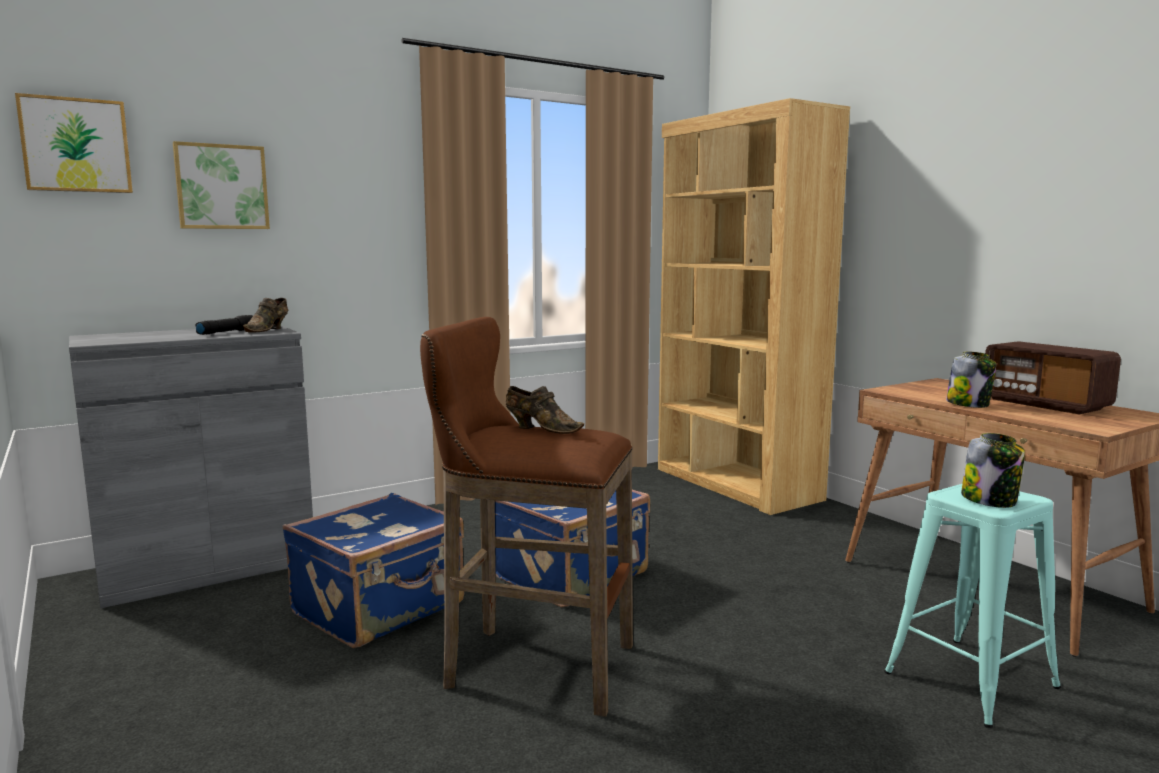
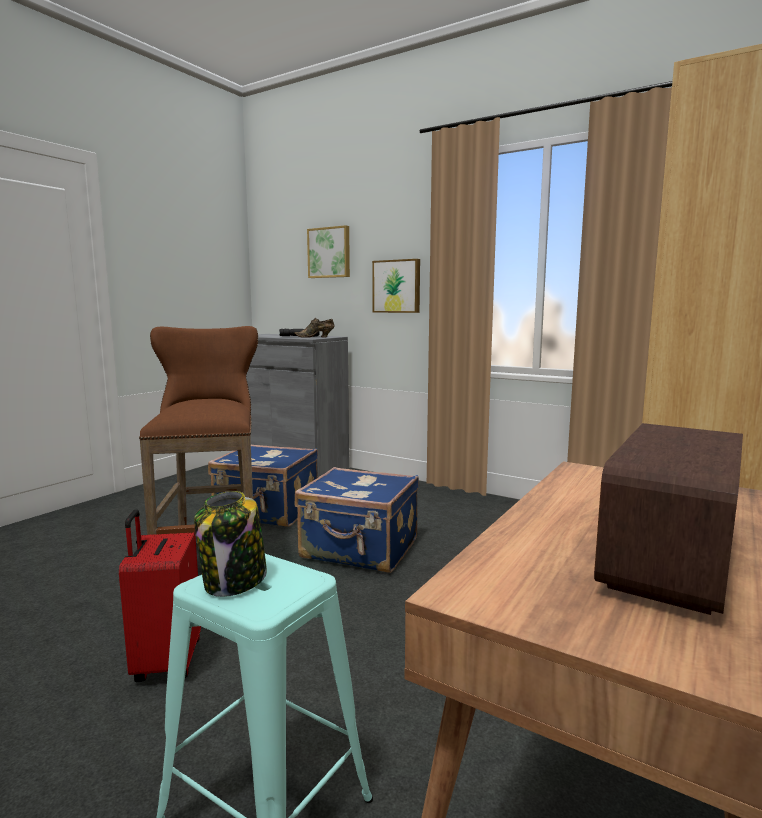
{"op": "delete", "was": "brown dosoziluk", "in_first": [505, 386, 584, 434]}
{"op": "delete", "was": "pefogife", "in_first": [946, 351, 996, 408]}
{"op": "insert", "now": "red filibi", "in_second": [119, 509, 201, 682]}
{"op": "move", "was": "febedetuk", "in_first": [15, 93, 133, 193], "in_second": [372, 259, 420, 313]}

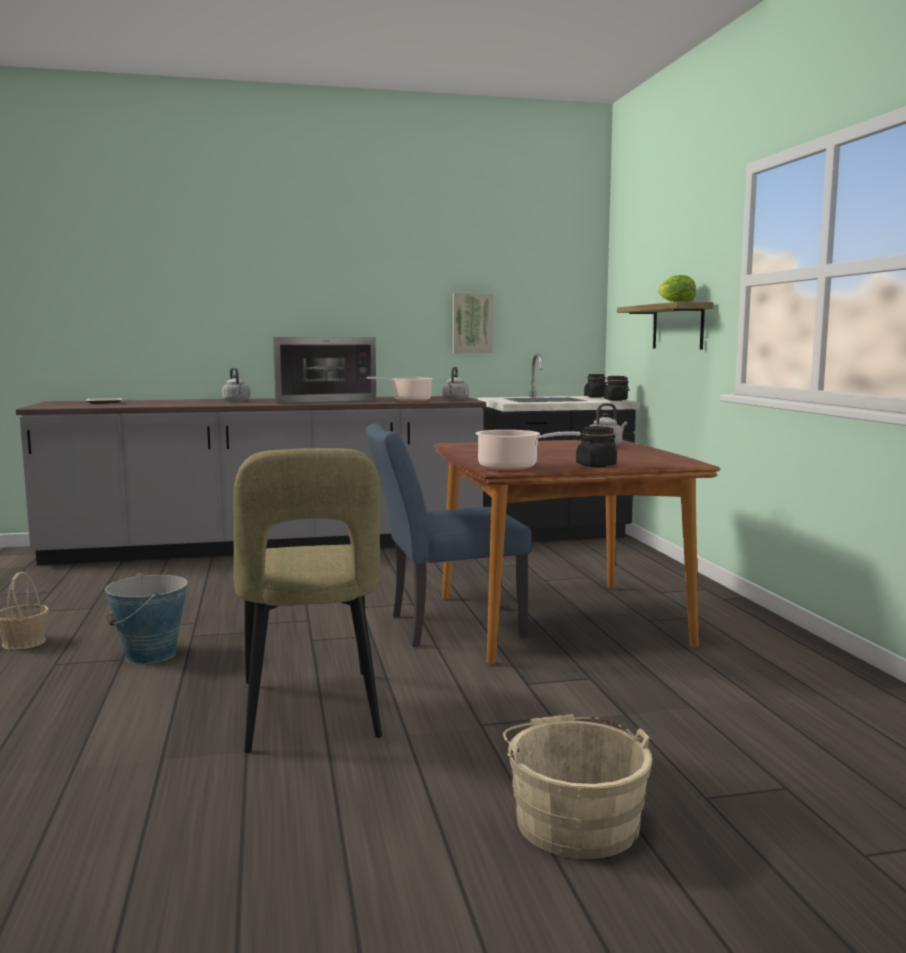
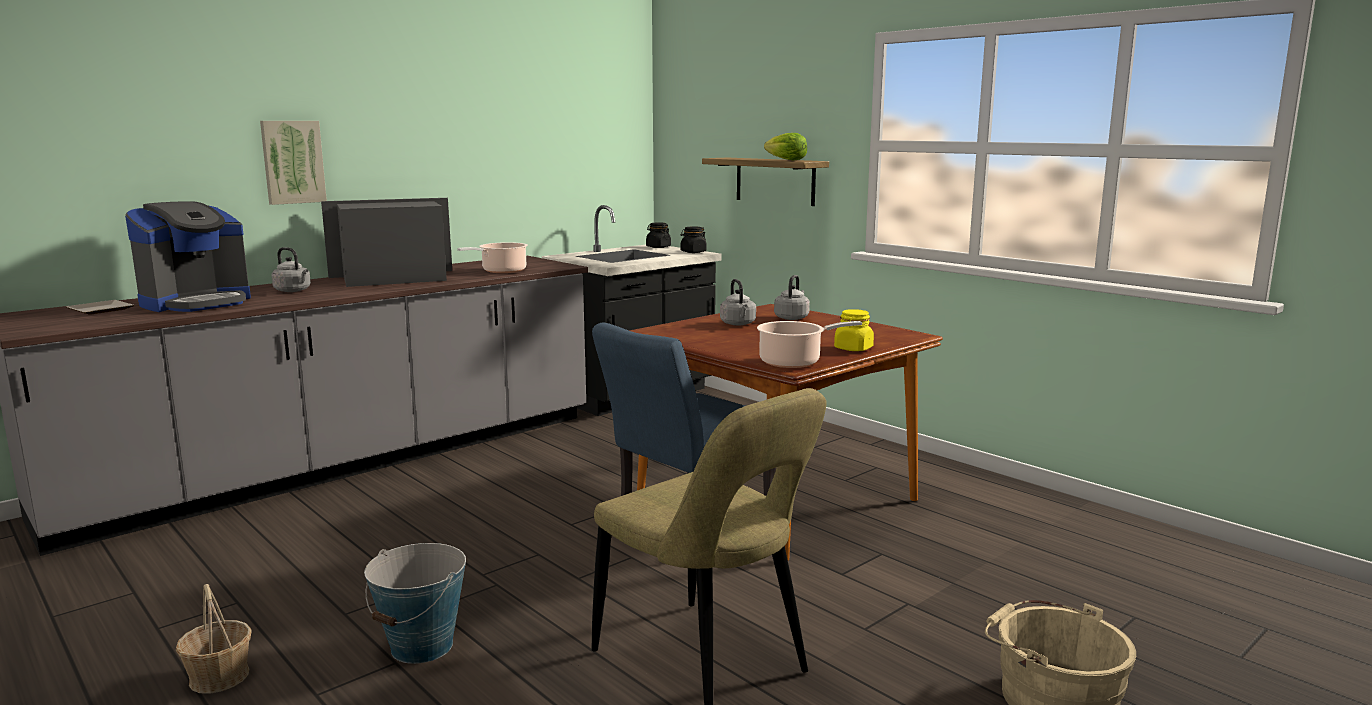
{"op": "insert", "now": "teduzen", "in_second": [125, 201, 251, 312]}
{"op": "move", "was": "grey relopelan", "in_first": [443, 367, 469, 400], "in_second": [720, 279, 756, 325]}
{"op": "move", "was": "febedetuk", "in_first": [453, 293, 493, 353], "in_second": [260, 121, 327, 205]}
{"op": "recolor", "was": "black pefogife", "now": "yellow pefogife", "in_first": [576, 426, 617, 467], "in_second": [834, 309, 874, 351]}
{"op": "rotate", "was": "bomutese", "in_first": [273, 337, 376, 403], "in_second": [321, 198, 452, 287], "clockwise": -150}

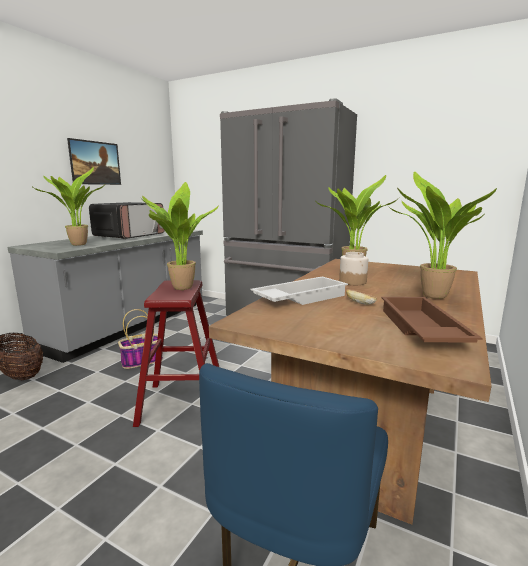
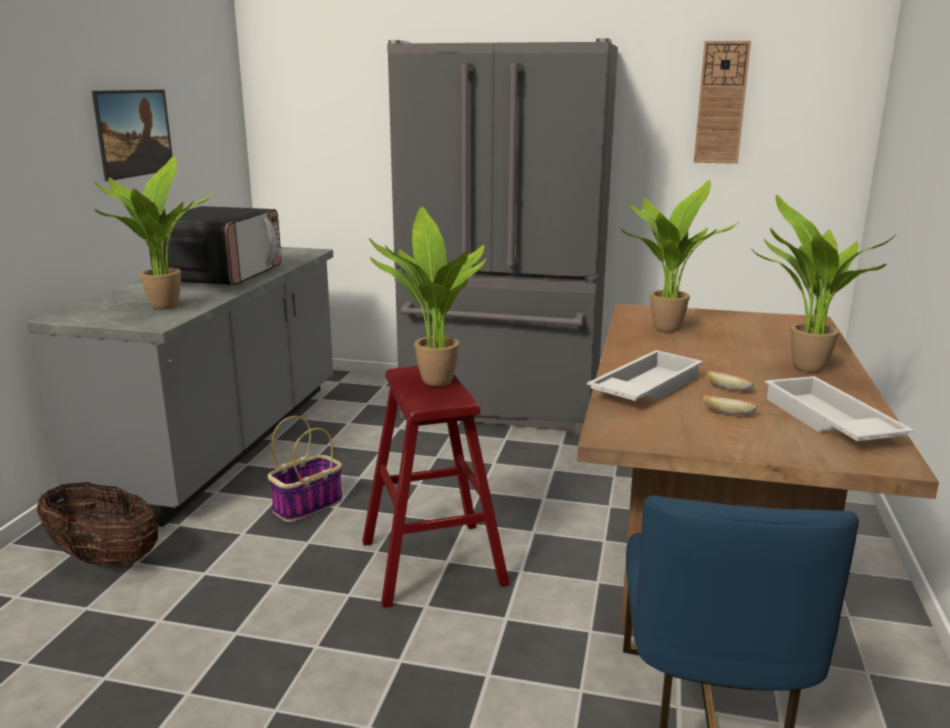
{"op": "delete", "was": "pefogife", "in_first": [339, 252, 368, 285]}
{"op": "insert", "now": "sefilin", "in_second": [694, 41, 751, 164]}
{"op": "insert", "now": "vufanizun", "in_second": [703, 395, 758, 415]}
{"op": "recolor", "was": "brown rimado", "now": "white rimado", "in_first": [381, 297, 483, 343], "in_second": [765, 376, 914, 441]}

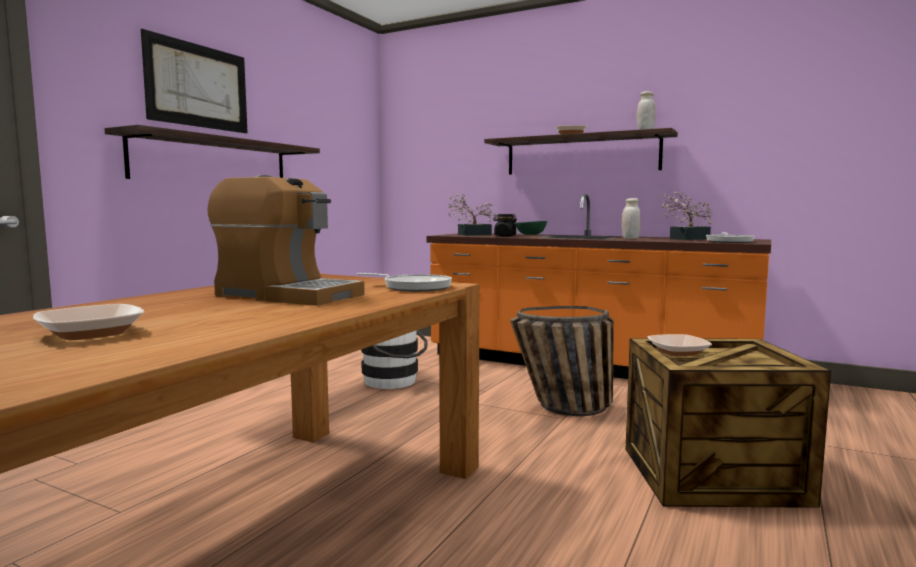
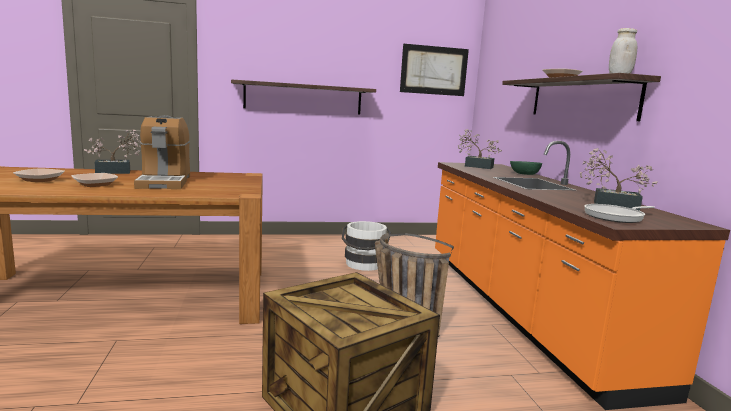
{"op": "delete", "was": "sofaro", "in_first": [357, 273, 452, 291]}
{"op": "delete", "was": "black pefogife", "in_first": [493, 214, 517, 236]}
{"op": "delete", "was": "white pefogife", "in_first": [622, 198, 641, 239]}
{"op": "insert", "now": "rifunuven", "in_second": [84, 129, 141, 174]}
{"op": "move", "was": "febedetuk", "in_first": [141, 29, 248, 133], "in_second": [400, 44, 469, 96]}
{"op": "move", "was": "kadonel", "in_first": [648, 334, 712, 356], "in_second": [71, 173, 118, 187]}

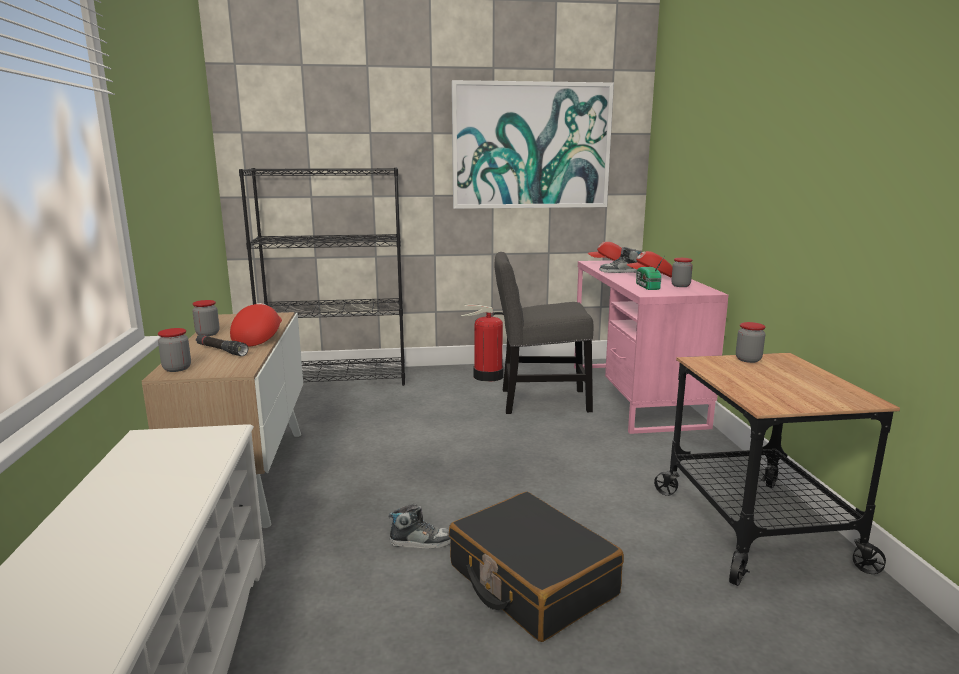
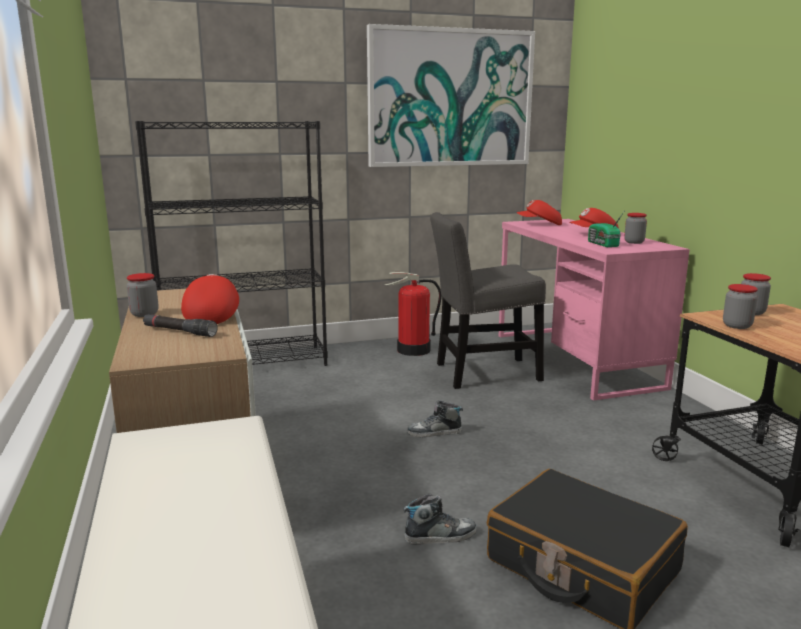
{"op": "move", "was": "pefogife", "in_first": [158, 328, 191, 372], "in_second": [723, 284, 758, 329]}
{"op": "move", "was": "dosoziluk", "in_first": [600, 247, 642, 273], "in_second": [407, 400, 463, 437]}

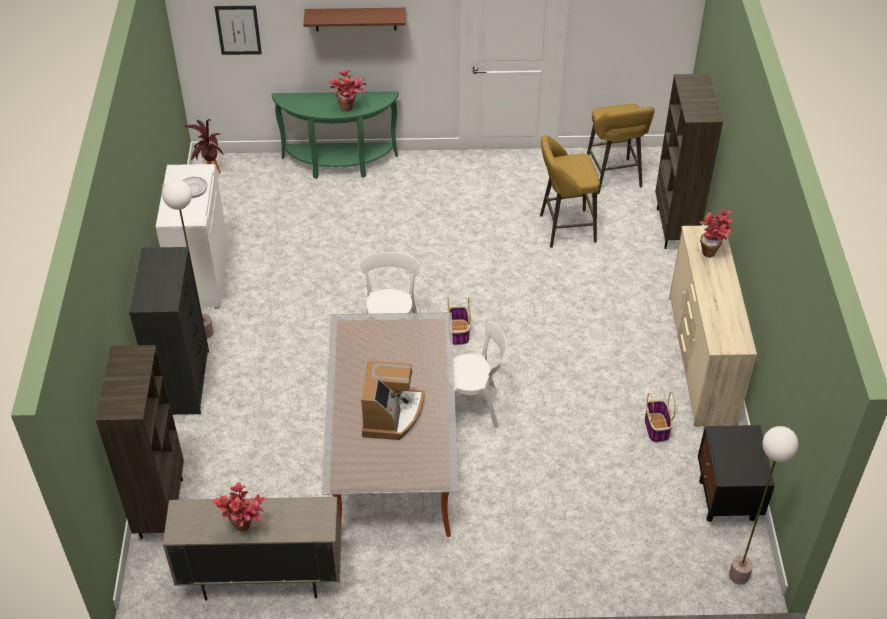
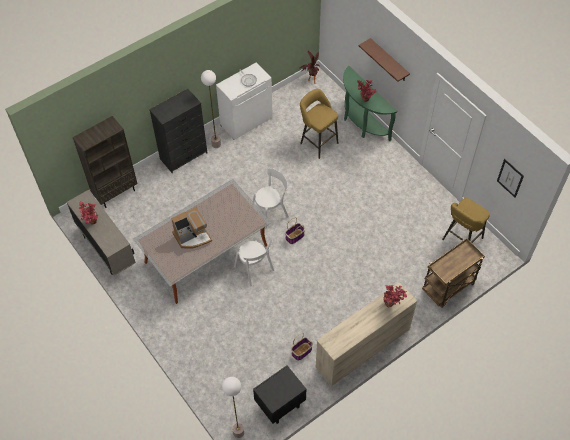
{"op": "move", "was": "febedetuk", "in_first": [214, 6, 262, 55], "in_second": [497, 159, 524, 198]}
{"op": "move", "was": "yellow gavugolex", "in_first": [540, 135, 600, 248], "in_second": [300, 89, 338, 159]}
{"op": "replace", "was": "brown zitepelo", "now": "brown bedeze", "in_first": [655, 74, 723, 249], "in_second": [422, 238, 485, 308]}

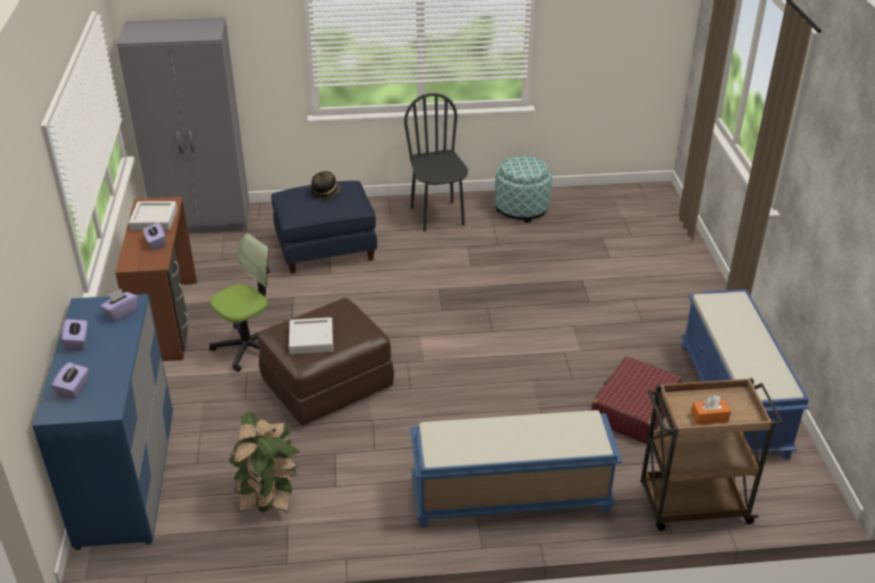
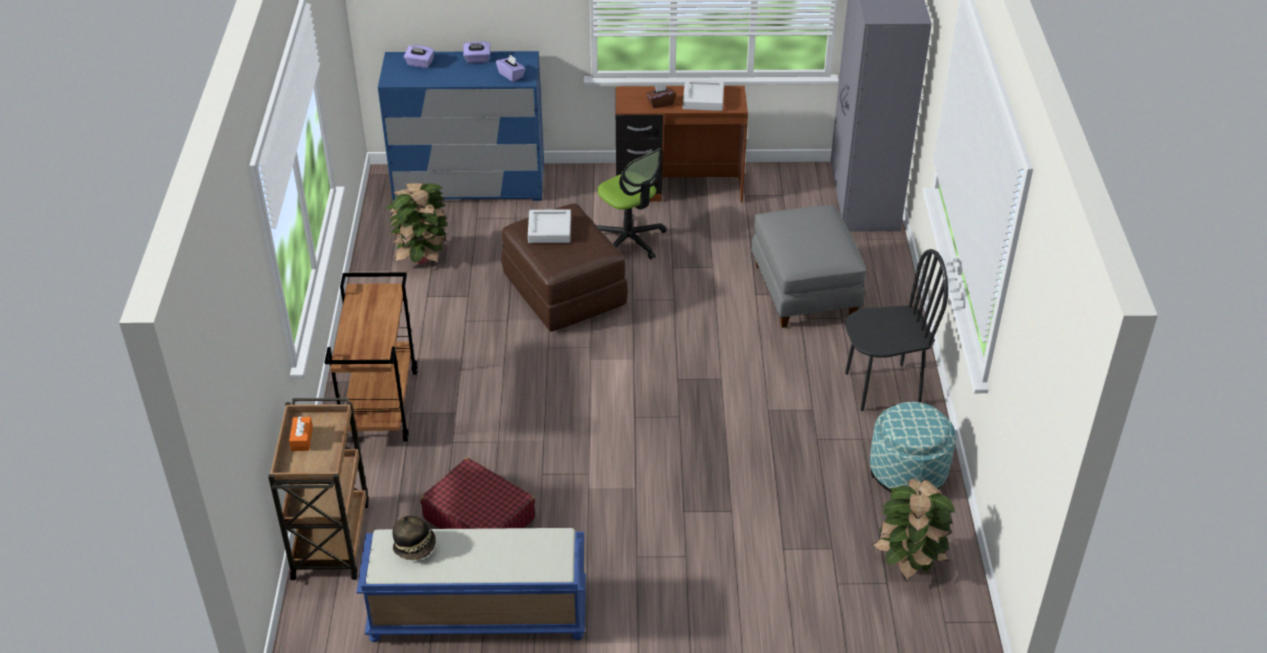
{"op": "insert", "now": "rifunuven", "in_second": [872, 479, 955, 581]}
{"op": "move", "was": "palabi", "in_first": [311, 171, 340, 200], "in_second": [393, 516, 436, 560]}
{"op": "replace", "was": "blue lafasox", "now": "brown bedeze", "in_first": [411, 410, 622, 527], "in_second": [324, 273, 418, 442]}
{"op": "recolor", "was": "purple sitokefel", "now": "brown sitokefel", "in_first": [143, 222, 166, 250], "in_second": [646, 83, 676, 108]}
{"op": "recolor", "was": "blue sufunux", "now": "grey sufunux", "in_first": [271, 181, 377, 274], "in_second": [752, 205, 866, 328]}

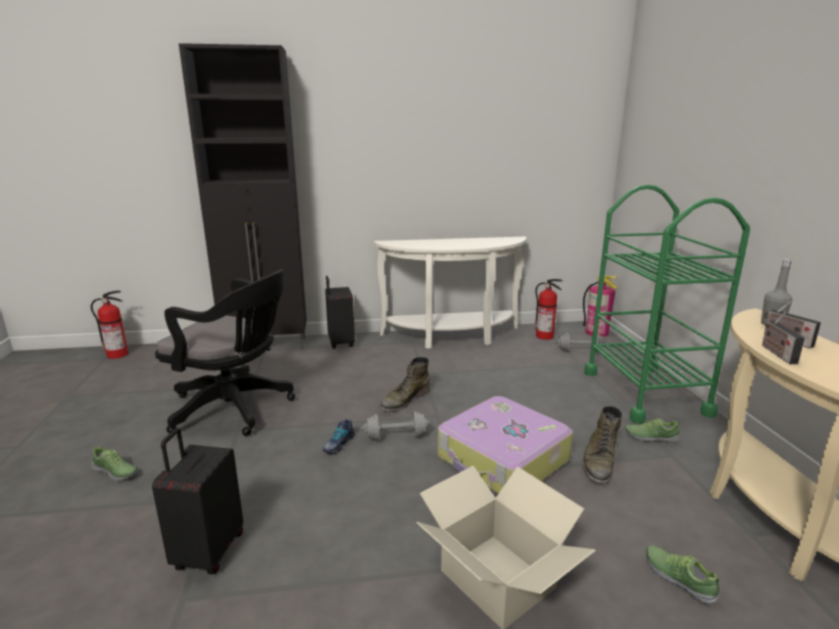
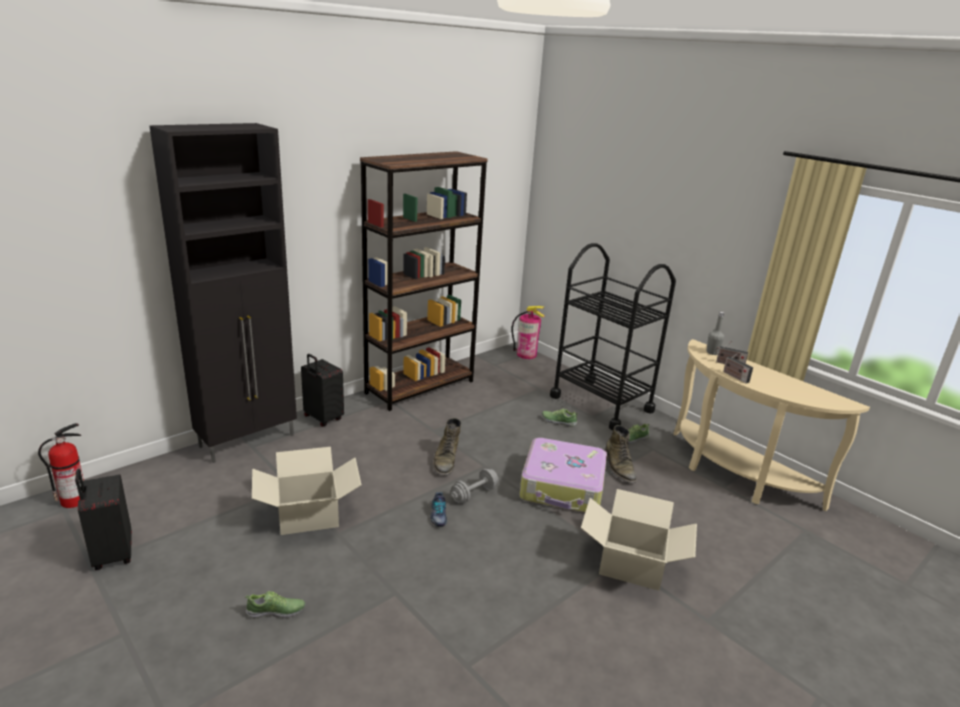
{"op": "delete", "was": "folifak", "in_first": [535, 279, 563, 340]}
{"op": "delete", "was": "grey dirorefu", "in_first": [555, 333, 606, 352]}
{"op": "move", "was": "black filibi", "in_first": [152, 428, 243, 575], "in_second": [75, 469, 132, 570]}
{"op": "move", "was": "dosoziluk", "in_first": [646, 545, 722, 605], "in_second": [542, 408, 578, 427]}
{"op": "replace", "was": "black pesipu", "now": "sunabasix", "in_first": [155, 269, 295, 436], "in_second": [252, 447, 362, 535]}
{"op": "replace", "was": "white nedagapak", "now": "brown zitepelo", "in_first": [374, 237, 526, 349], "in_second": [360, 151, 488, 411]}
{"op": "recolor", "was": "green bedeze", "now": "black bedeze", "in_first": [584, 184, 750, 424], "in_second": [550, 243, 676, 430]}

